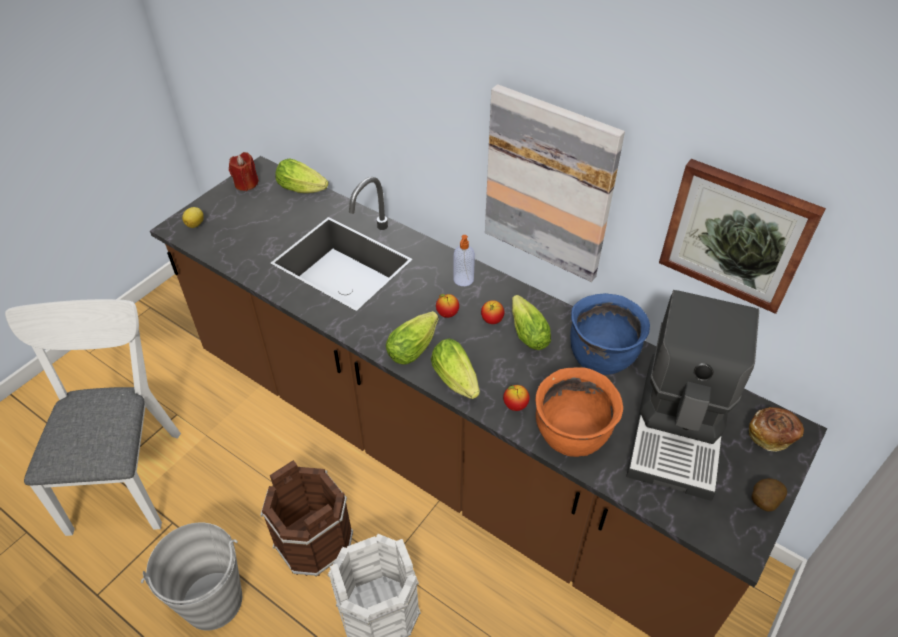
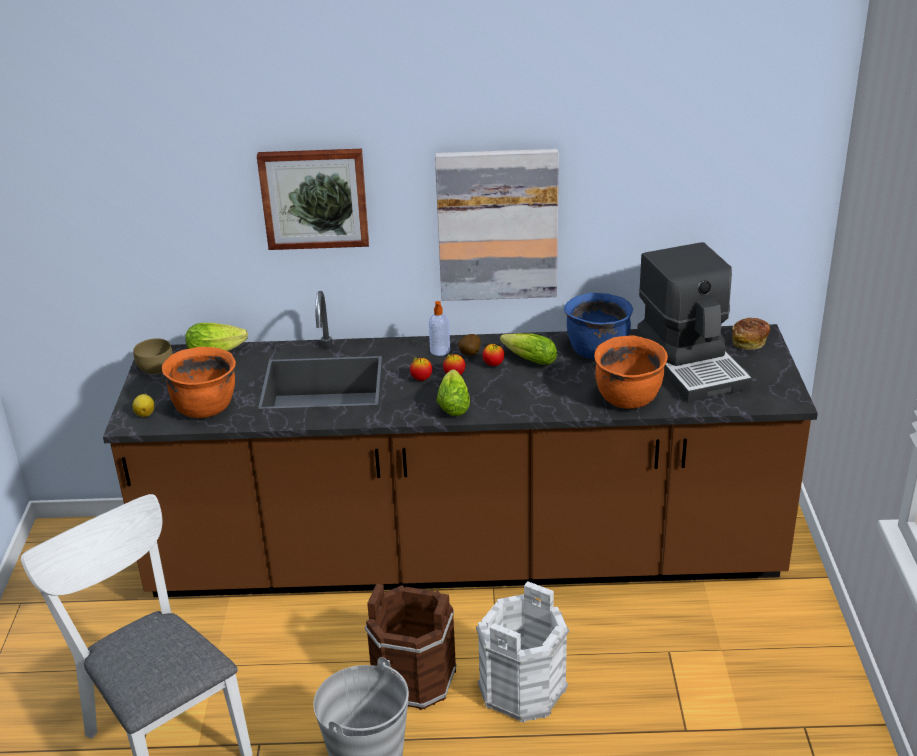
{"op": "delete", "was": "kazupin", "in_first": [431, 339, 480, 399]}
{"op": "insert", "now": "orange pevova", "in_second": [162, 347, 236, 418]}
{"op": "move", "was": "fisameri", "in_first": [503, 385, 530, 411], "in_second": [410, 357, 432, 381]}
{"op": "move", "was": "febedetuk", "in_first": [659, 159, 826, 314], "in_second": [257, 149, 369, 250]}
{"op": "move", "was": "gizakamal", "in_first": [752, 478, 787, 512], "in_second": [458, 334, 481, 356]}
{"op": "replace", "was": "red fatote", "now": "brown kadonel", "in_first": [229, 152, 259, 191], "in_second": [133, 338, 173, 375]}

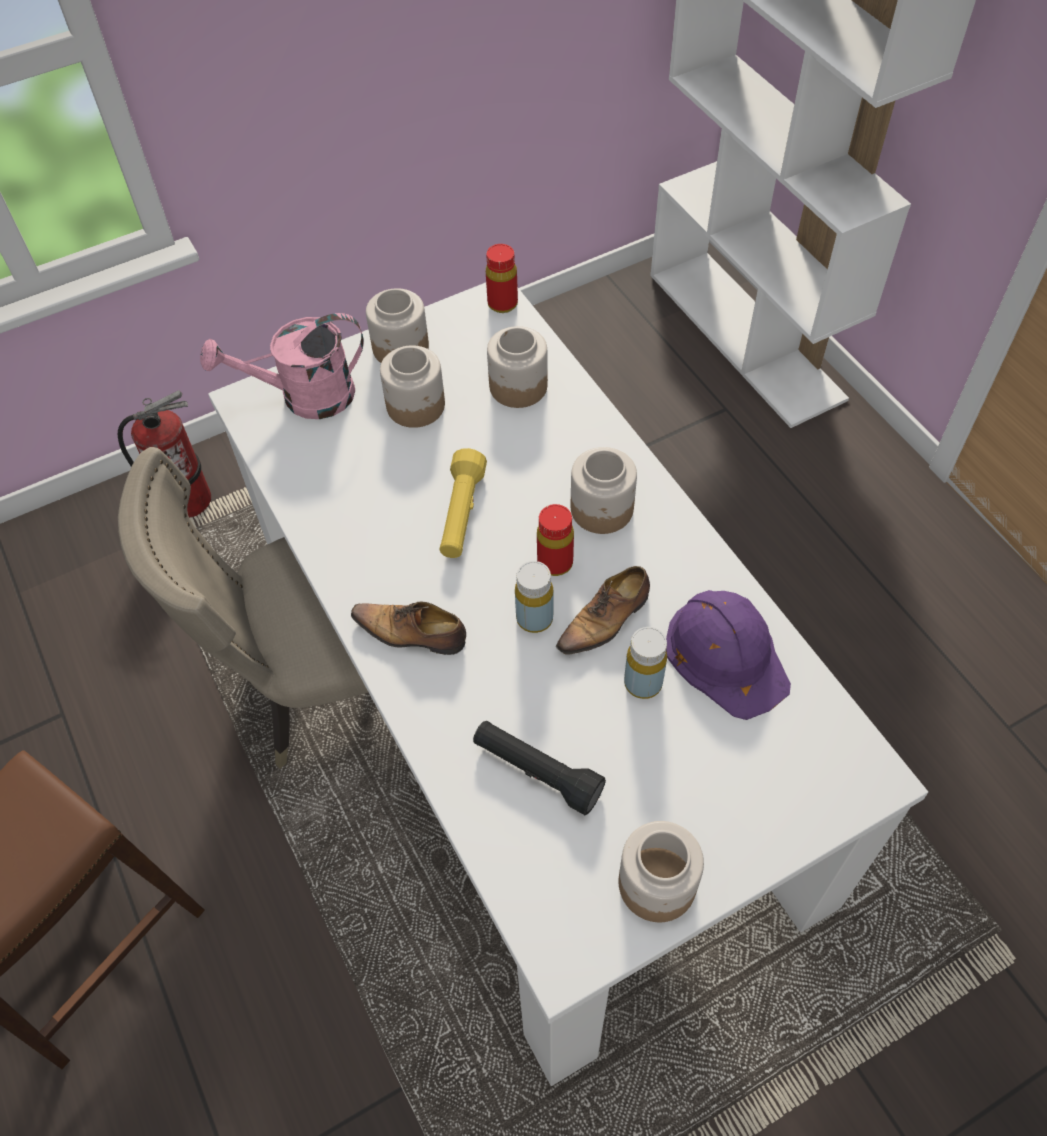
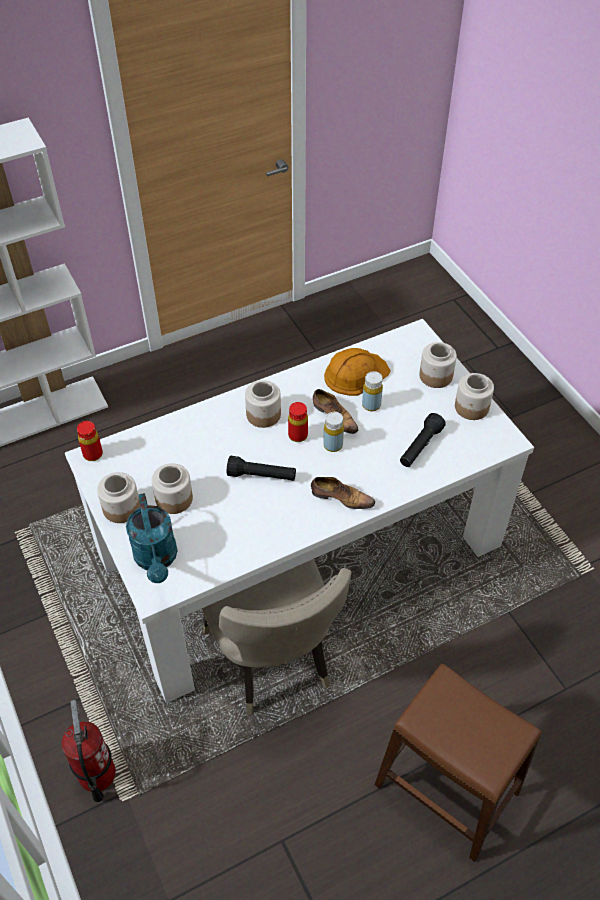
{"op": "move", "was": "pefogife", "in_first": [487, 326, 548, 408], "in_second": [419, 342, 457, 388]}
{"op": "recolor", "was": "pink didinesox", "now": "turquoise didinesox", "in_first": [200, 313, 364, 419], "in_second": [126, 493, 178, 583]}
{"op": "recolor", "was": "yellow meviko", "now": "black meviko", "in_first": [440, 448, 487, 558], "in_second": [227, 456, 296, 481]}
{"op": "recolor", "was": "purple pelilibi", "now": "orange pelilibi", "in_first": [666, 590, 791, 720], "in_second": [324, 348, 391, 396]}
{"op": "rotate", "was": "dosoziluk", "in_first": [351, 601, 466, 655], "in_second": [311, 477, 375, 509], "clockwise": -90}

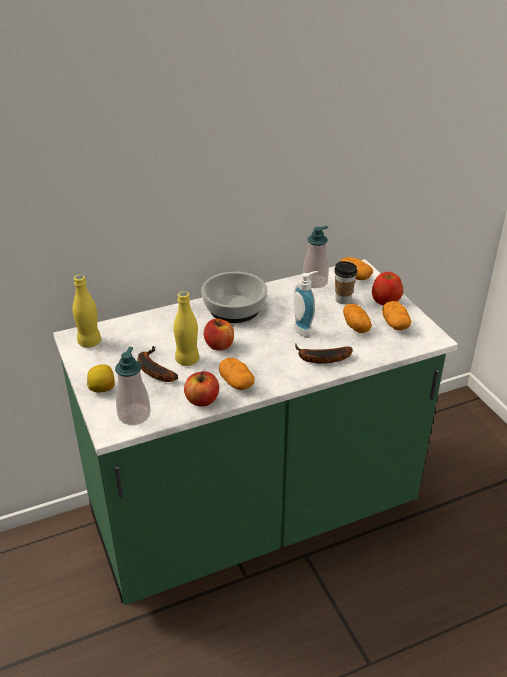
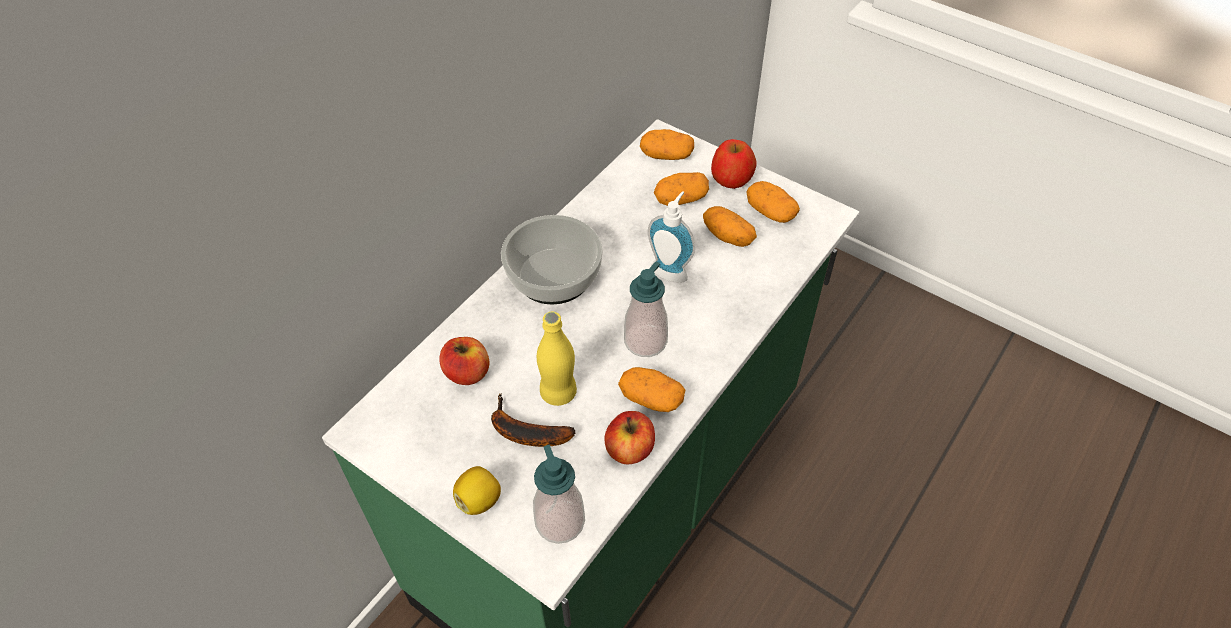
{"op": "delete", "was": "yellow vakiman", "in_first": [73, 275, 101, 348]}
{"op": "delete", "was": "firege", "in_first": [295, 343, 353, 364]}
{"op": "move", "was": "fisameri", "in_first": [204, 318, 234, 351], "in_second": [439, 337, 490, 385]}
{"op": "move", "was": "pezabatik", "in_first": [302, 226, 329, 288], "in_second": [624, 261, 668, 357]}
{"op": "replace", "was": "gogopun", "now": "gizakamal", "in_first": [334, 261, 357, 304], "in_second": [654, 172, 709, 206]}

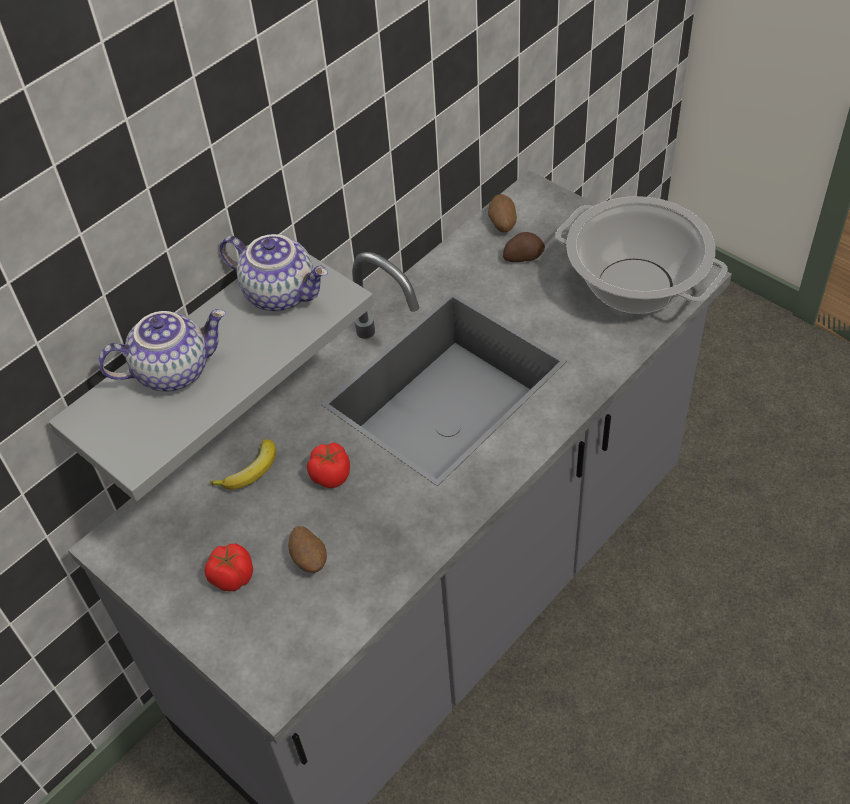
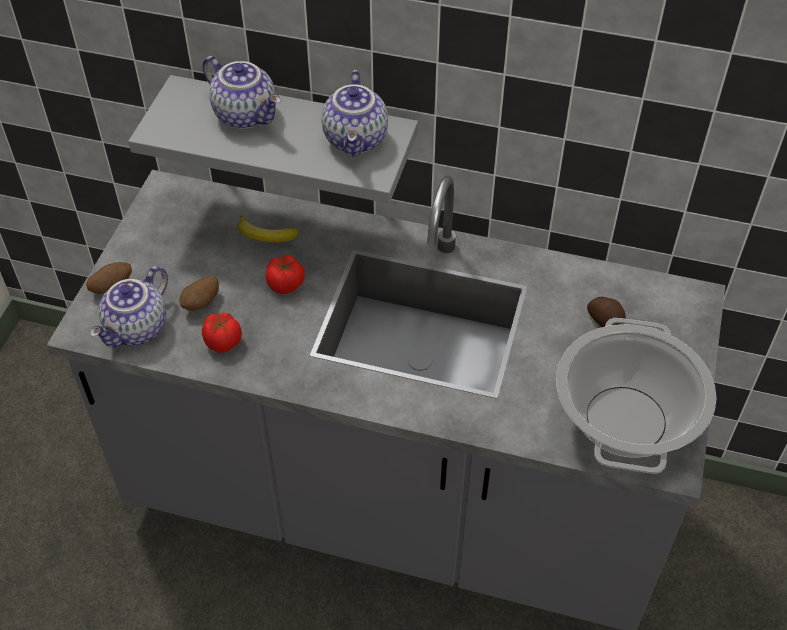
{"op": "insert", "now": "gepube", "in_second": [90, 266, 168, 347]}
{"op": "move", "was": "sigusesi", "in_first": [204, 544, 253, 591], "in_second": [202, 313, 242, 353]}
{"op": "move", "was": "gizakamal", "in_first": [488, 194, 517, 232], "in_second": [86, 262, 132, 294]}

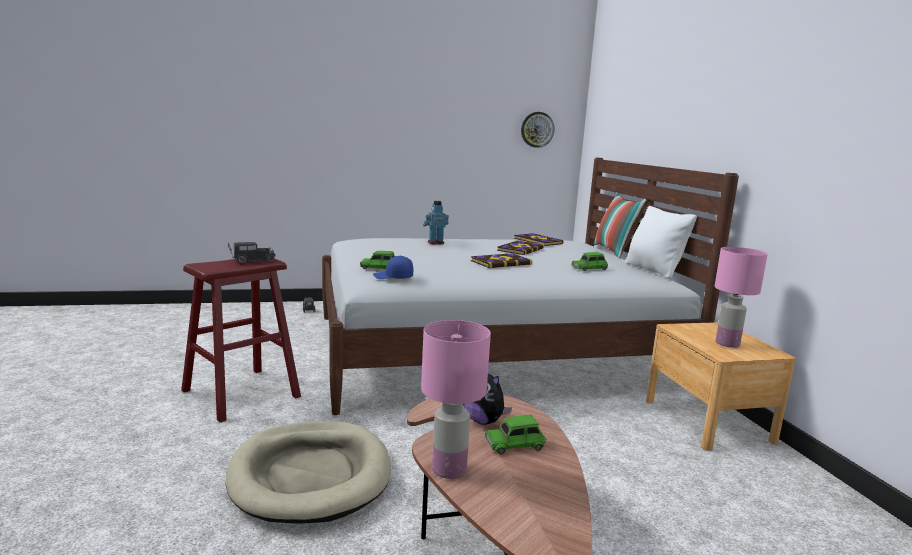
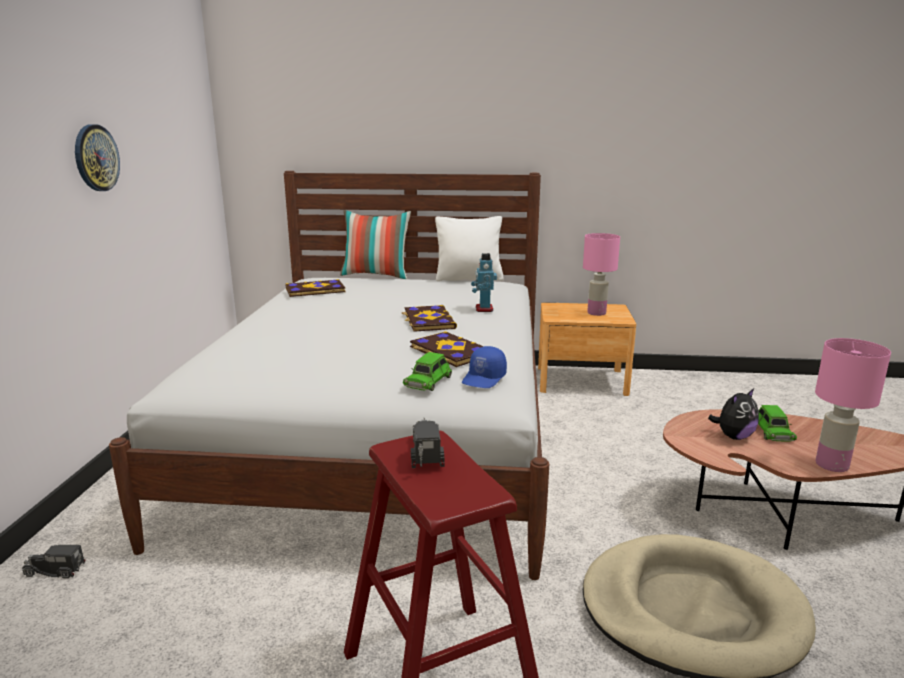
{"op": "delete", "was": "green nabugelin", "in_first": [572, 252, 608, 271]}
{"op": "move", "was": "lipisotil", "in_first": [423, 201, 449, 244], "in_second": [471, 253, 497, 312]}
{"op": "move", "was": "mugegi", "in_first": [497, 240, 544, 255], "in_second": [410, 331, 484, 367]}
{"op": "move", "was": "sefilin", "in_first": [521, 112, 554, 148], "in_second": [75, 124, 120, 191]}

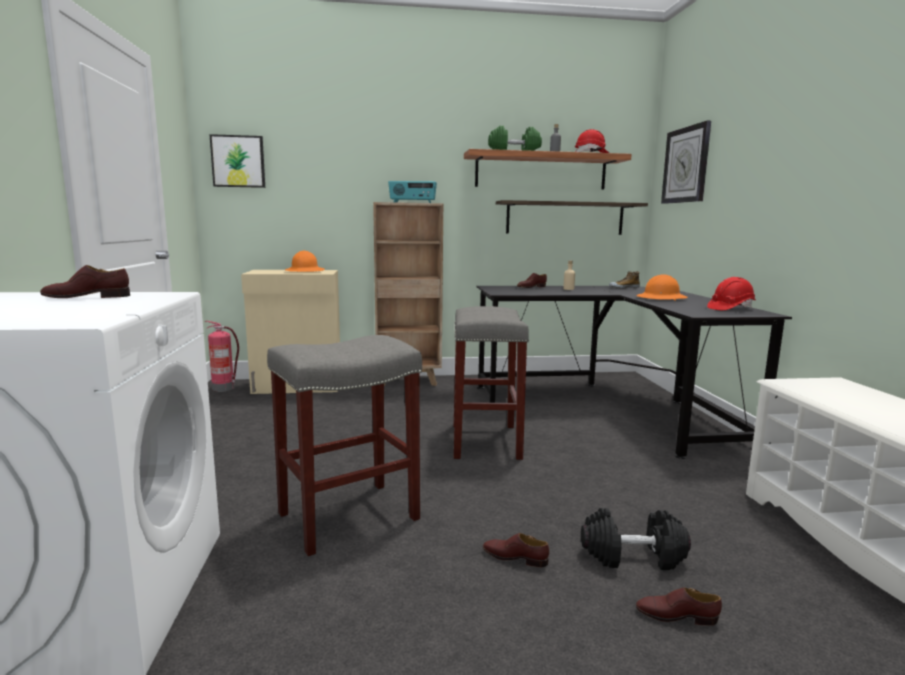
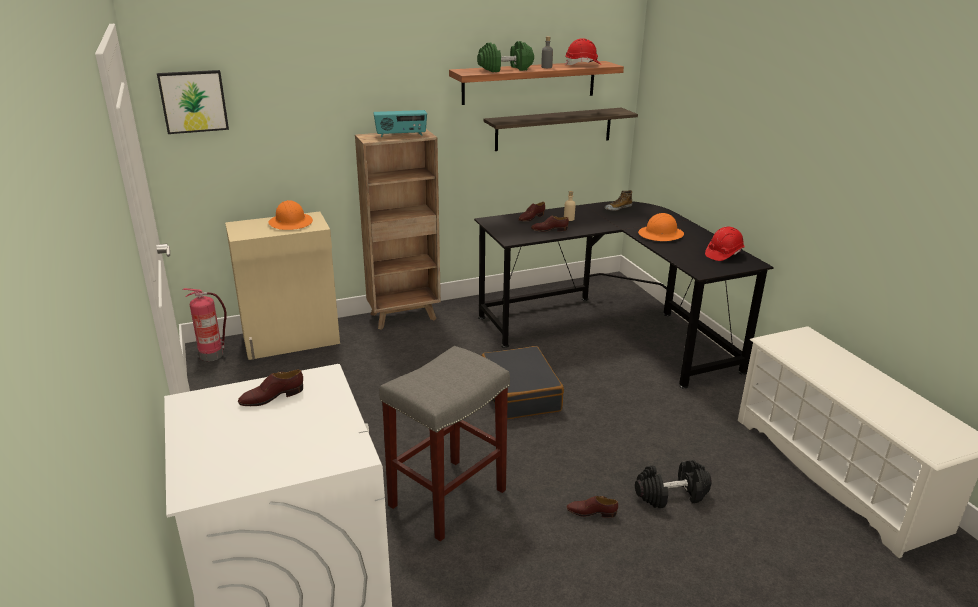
{"op": "delete", "was": "sefilin", "in_first": [661, 121, 711, 204]}
{"op": "move", "was": "brown dosoziluk", "in_first": [636, 587, 722, 626], "in_second": [531, 216, 569, 232]}
{"op": "replace", "was": "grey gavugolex", "now": "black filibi", "in_first": [454, 306, 529, 460], "in_second": [482, 346, 564, 419]}

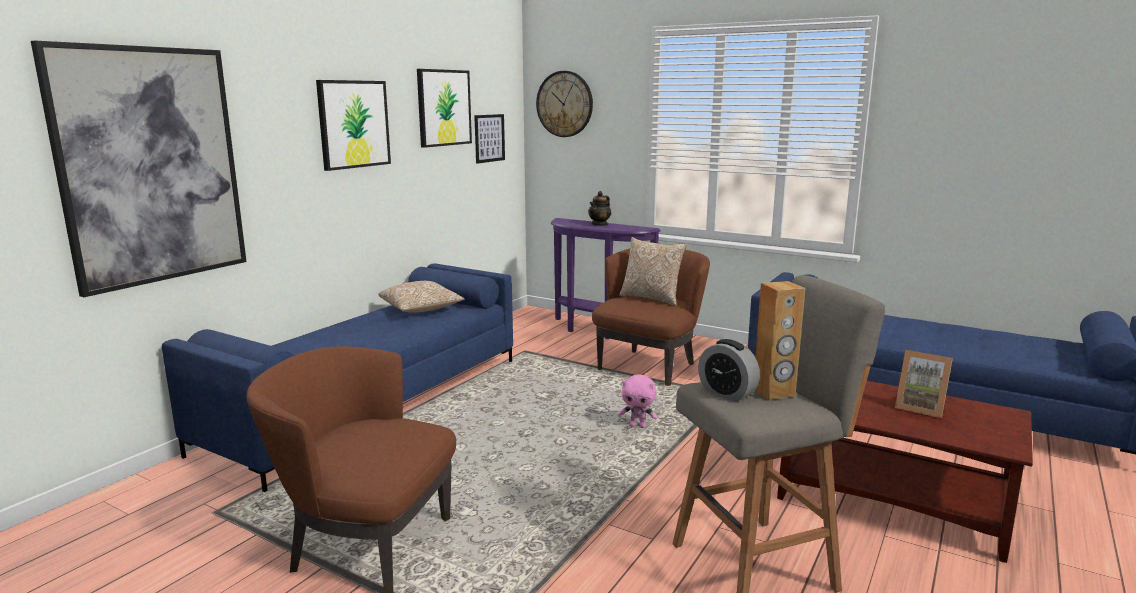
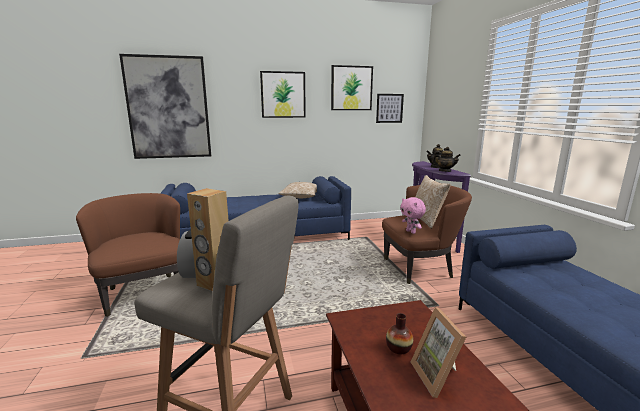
{"op": "delete", "was": "sefilin", "in_first": [536, 71, 593, 137]}
{"op": "insert", "now": "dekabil", "in_second": [386, 313, 413, 354]}
{"op": "insert", "now": "gepube", "in_second": [432, 147, 461, 172]}
{"op": "move", "was": "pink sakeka", "in_first": [619, 374, 657, 428], "in_second": [400, 197, 426, 234]}

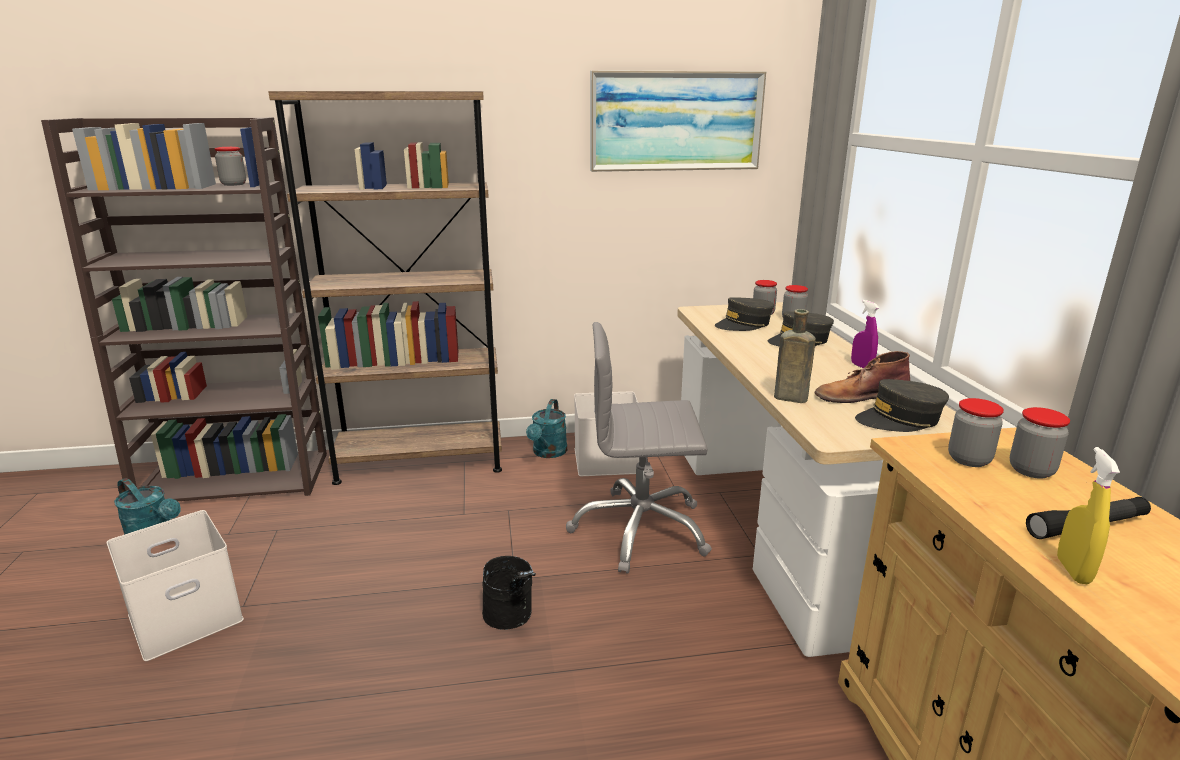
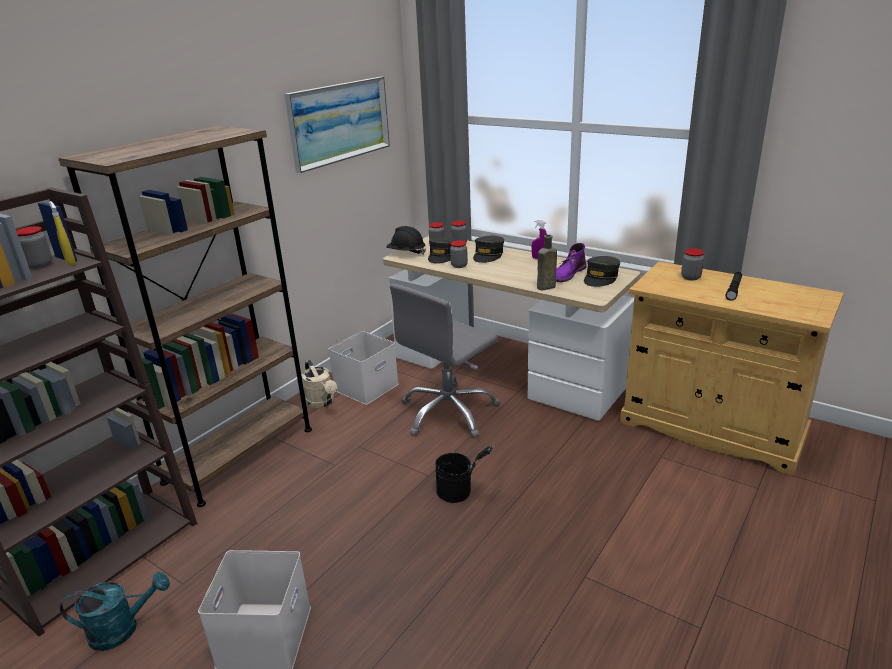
{"op": "insert", "now": "black pelilibi", "in_second": [386, 226, 426, 254]}
{"op": "move", "was": "pefogife", "in_first": [948, 398, 1004, 467], "in_second": [450, 240, 468, 268]}
{"op": "move", "was": "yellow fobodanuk", "in_first": [1057, 447, 1120, 584], "in_second": [49, 201, 76, 266]}
{"op": "recolor", "was": "turquoise didinesox", "now": "beige didinesox", "in_first": [526, 399, 567, 458], "in_second": [302, 360, 337, 408]}
{"op": "recolor", "was": "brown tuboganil", "now": "purple tuboganil", "in_first": [814, 351, 910, 403], "in_second": [556, 243, 587, 282]}

